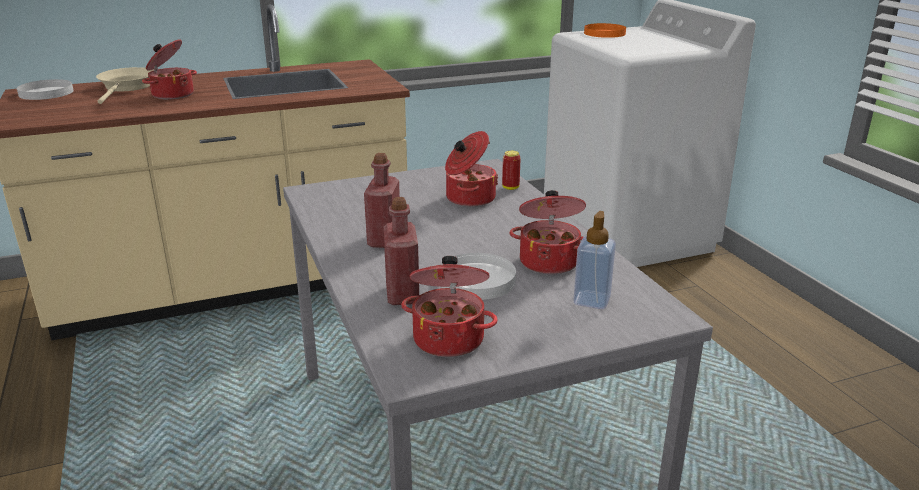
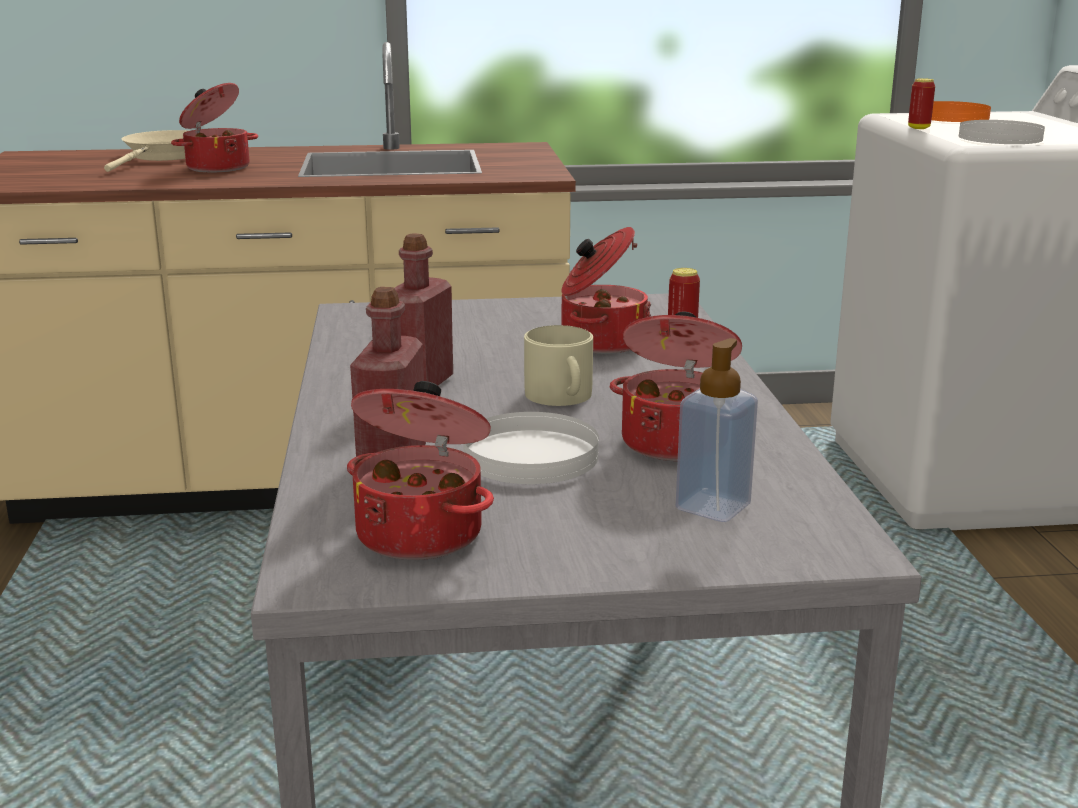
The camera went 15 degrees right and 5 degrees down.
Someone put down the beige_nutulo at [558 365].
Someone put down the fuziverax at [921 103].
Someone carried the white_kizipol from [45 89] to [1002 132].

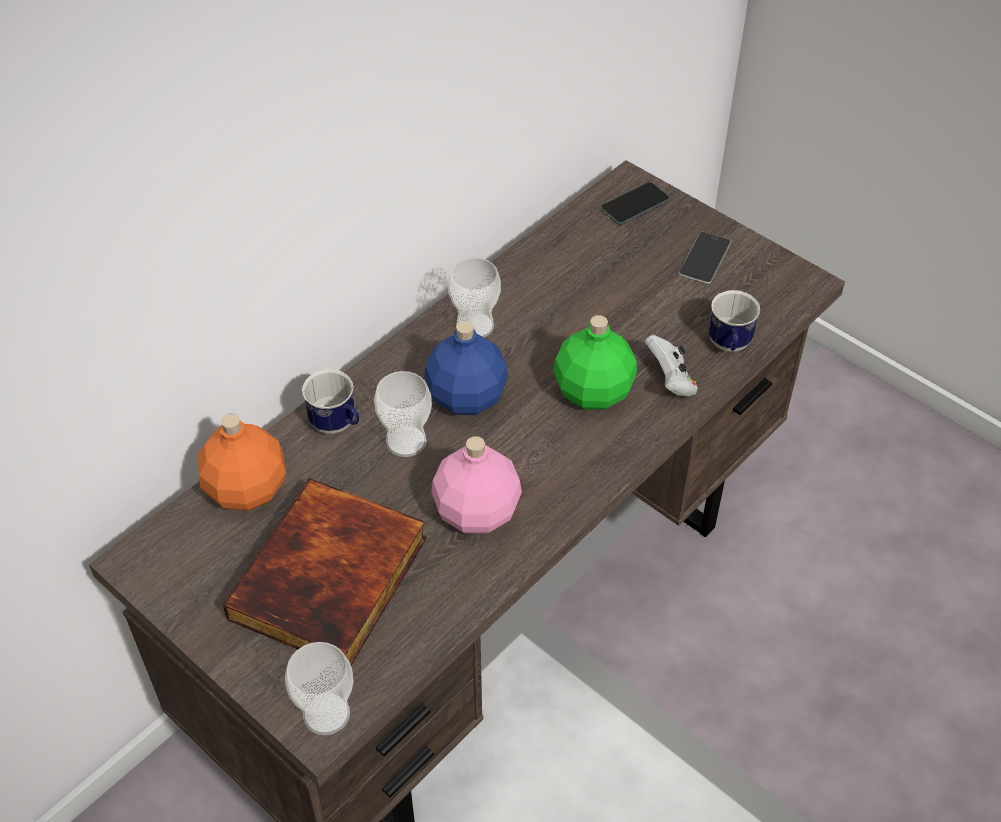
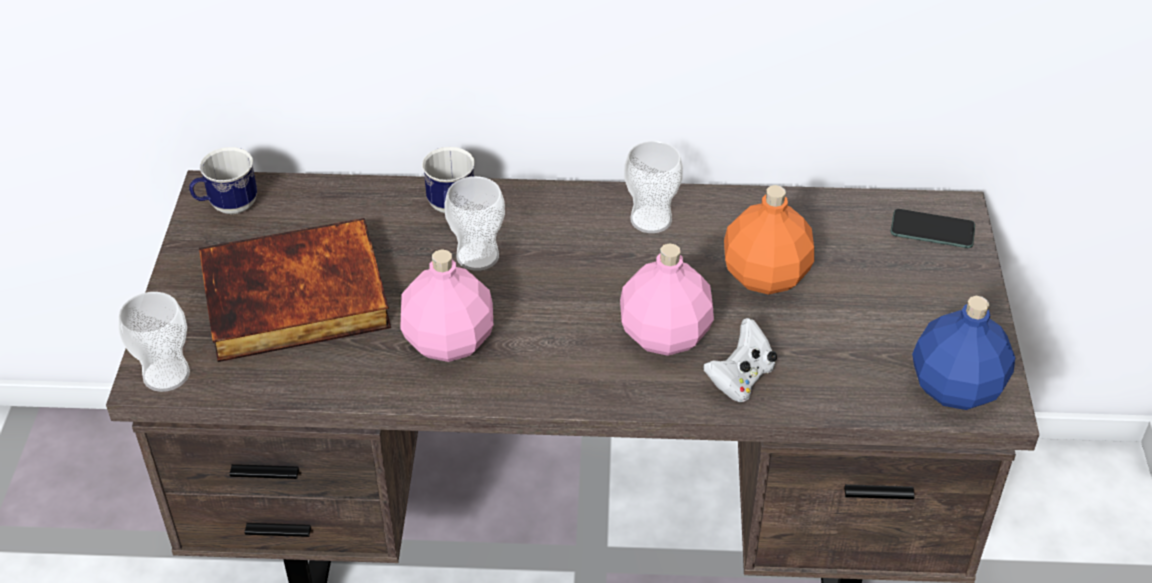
The camera went 50 degrees right and 5 degrees down.
Someone carried the nutulo from [734 321] to [223 180].
Someone repainted the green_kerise at [595 362], which became the pink_kerise at [667 299].
Someone carried the orange_kerise from [241 462] to [769 240].
Someone carried the blue_kerise from [466 368] to [963 353].
Someone took away the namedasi at [705 258].

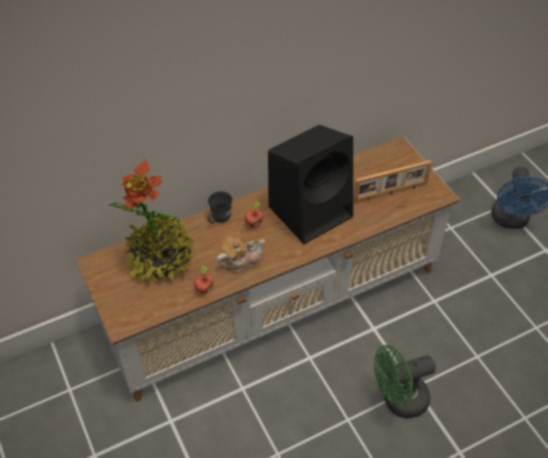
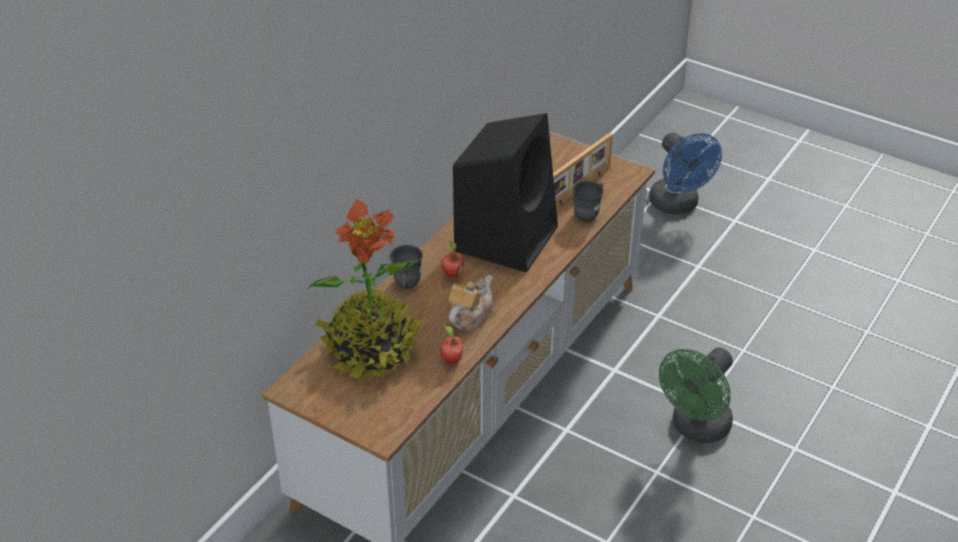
The camera went 30 degrees left and 10 degrees down.
Someone put down the grey_nutulo at [588 201].

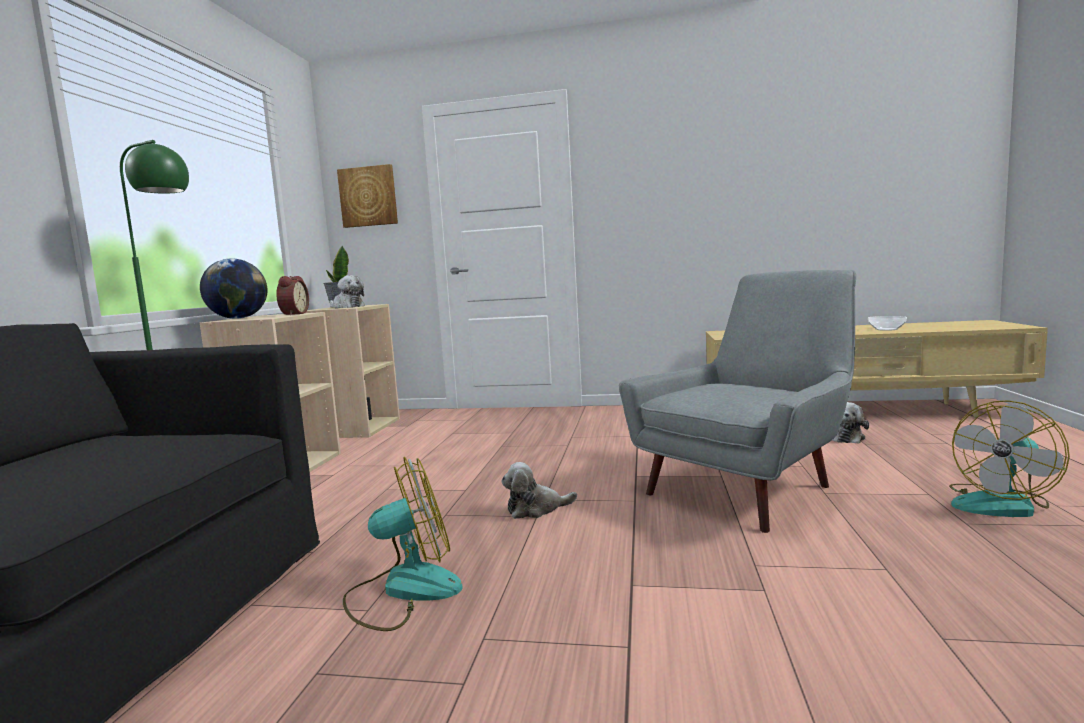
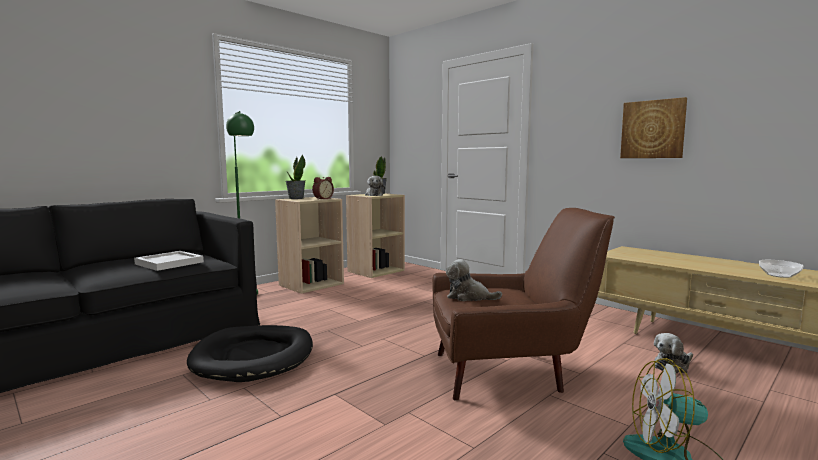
The camera went 35 degrees right and 0 degrees up.
Someone put down the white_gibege at [169 261].
Someone swapped the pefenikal at [403 544] for the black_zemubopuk at [250 353].
Someone swapped the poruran at [233 289] for the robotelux at [296 177].
Someone repainted the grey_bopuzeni at [737 401], which became the brown_bopuzeni at [523 304].
Someone carried the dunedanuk from [539 490] to [474 280].
Someone carried the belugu from [367 196] to [653 127].

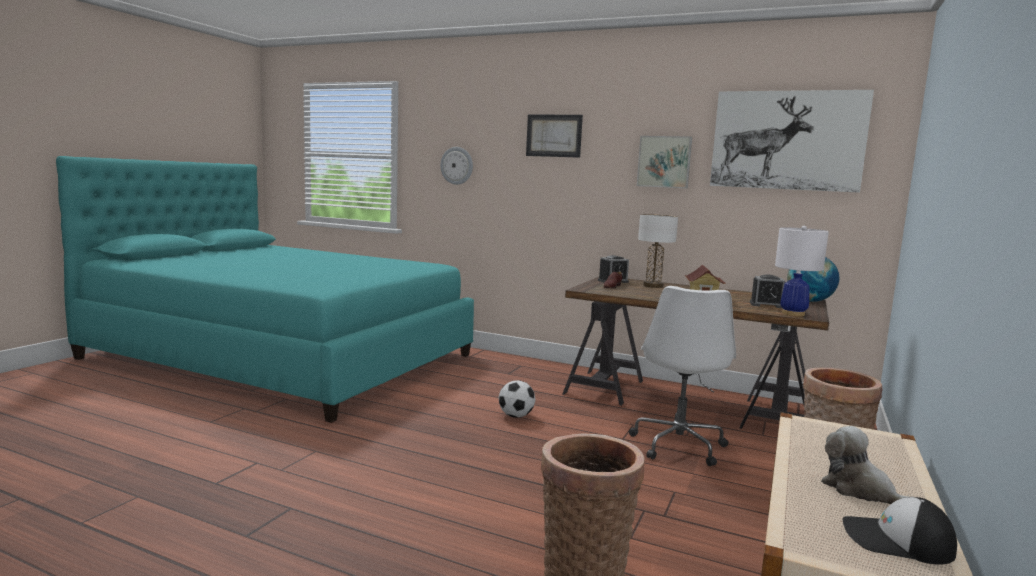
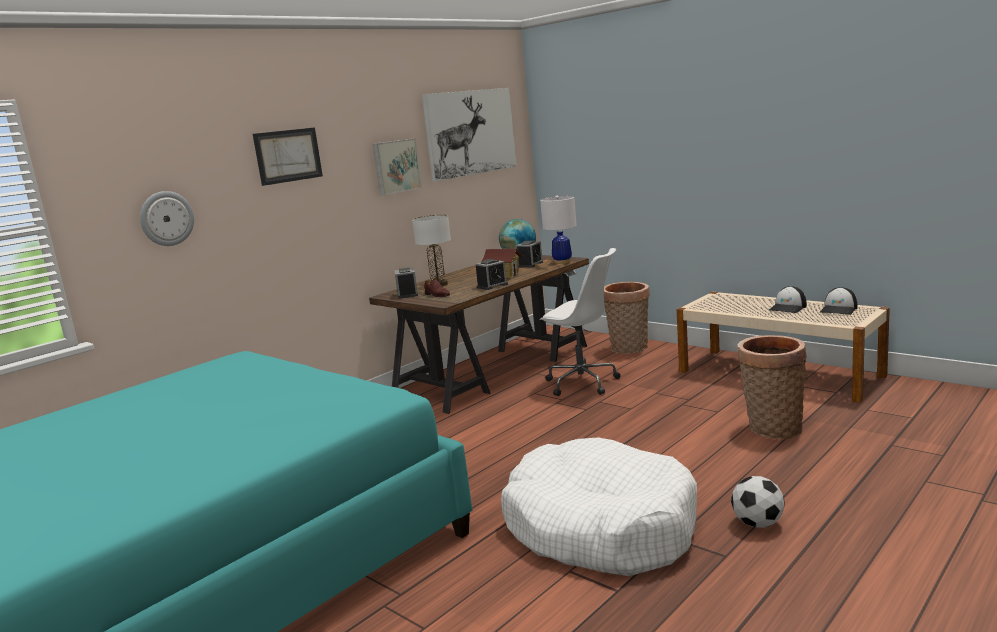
The camera went 70 degrees left and 5 degrees up.
Someone put down the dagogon at [492 274].
Someone put down the white_zemubopuk at [599 506].
Someone carried the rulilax from [517 399] to [758 502].
Someone swapped the dunedanuk at [866 465] for the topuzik at [788 299].

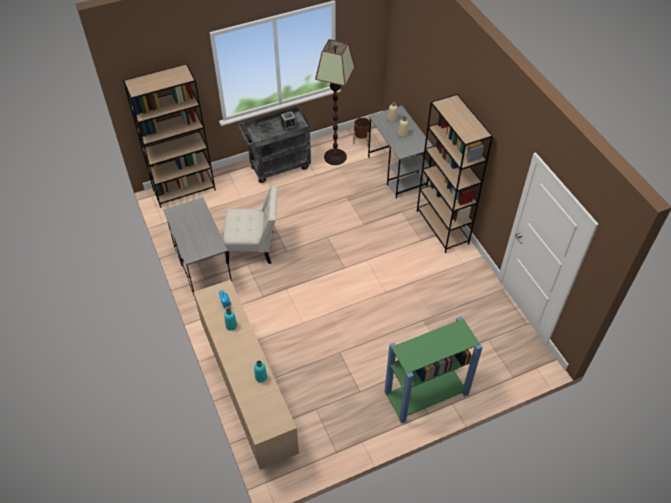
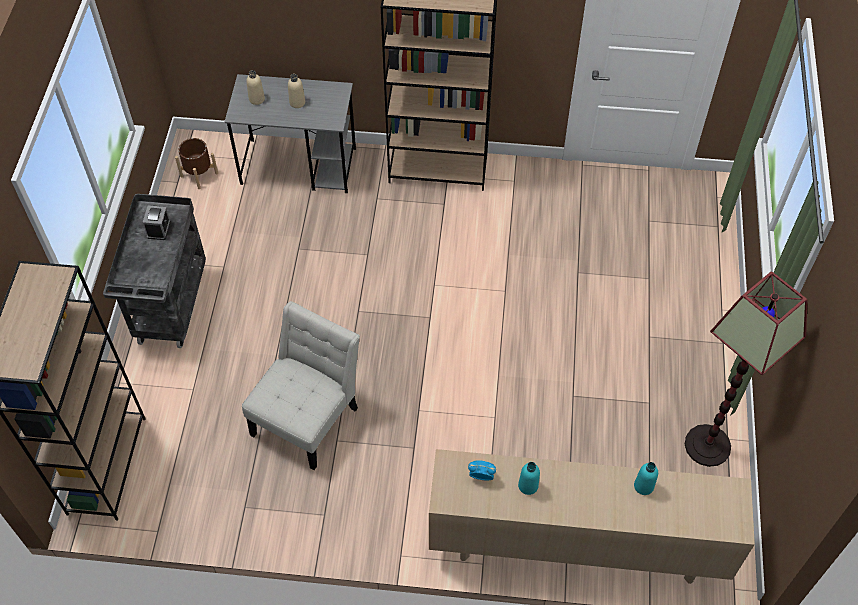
The camera went 60 degrees left and 5 degrees up.
Someone carried the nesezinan from [335 102] to [746 369].
Someone took away the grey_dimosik at [197 249].
Someone took away the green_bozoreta at [433 369].

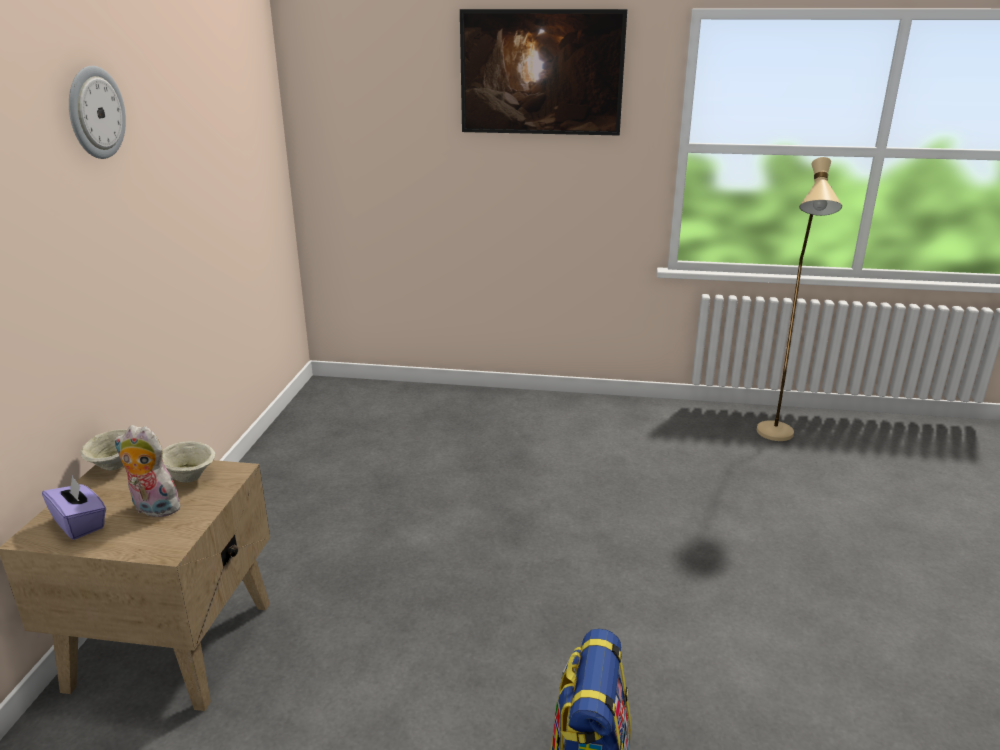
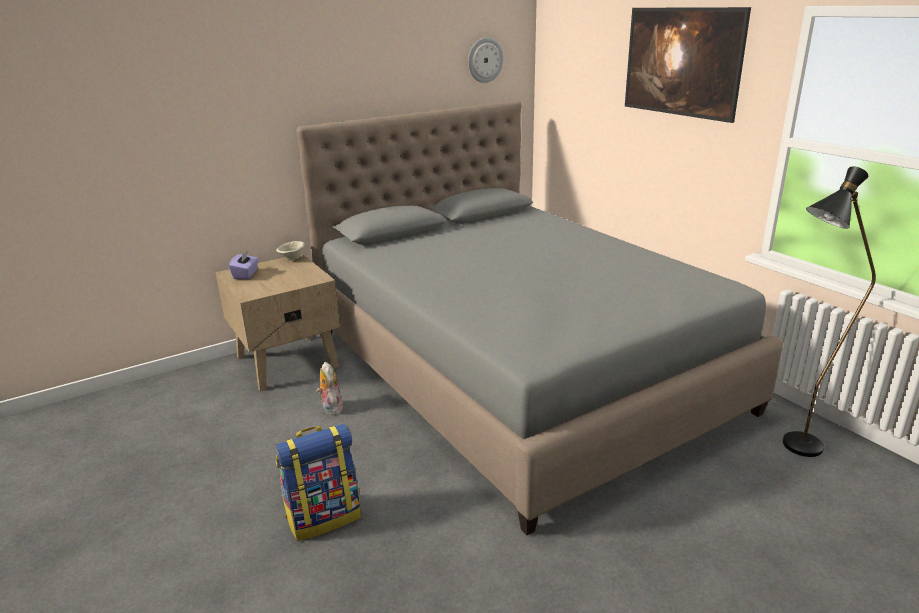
The camera went 50 degrees right and 0 degrees up.
Someone put down the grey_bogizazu at [539 317].
Someone carried the dunedanuk from [148 471] to [330 388].
Someone carried the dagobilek from [97 112] to [486 60].
Someone repainted the beige_nesezinan at [799 299], which became the black_nesezinan at [829 311].
Someone took away the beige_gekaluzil at [188 462].

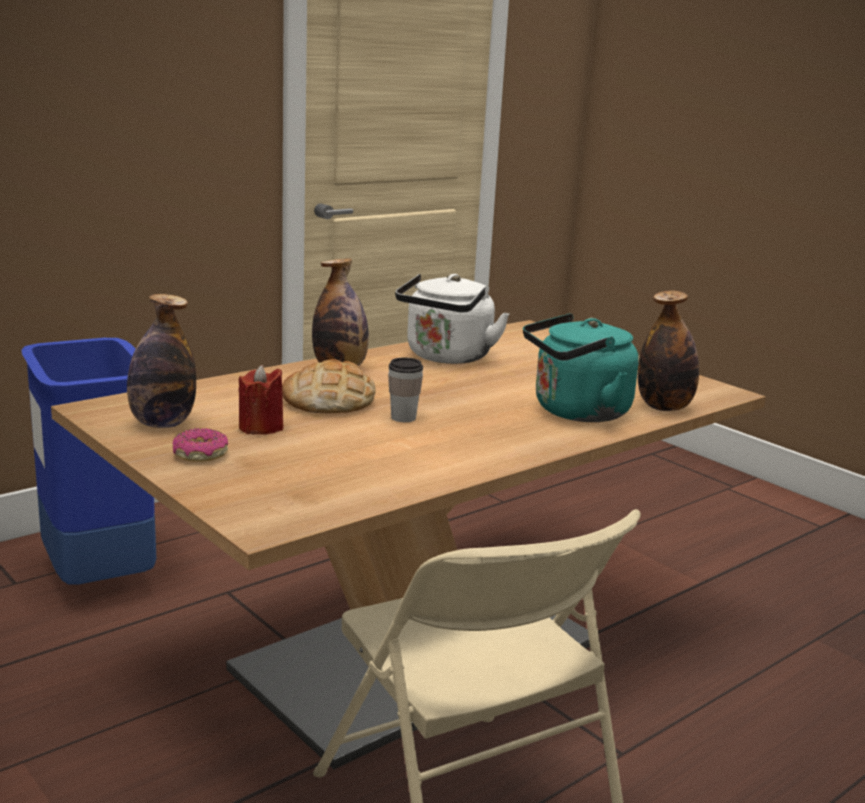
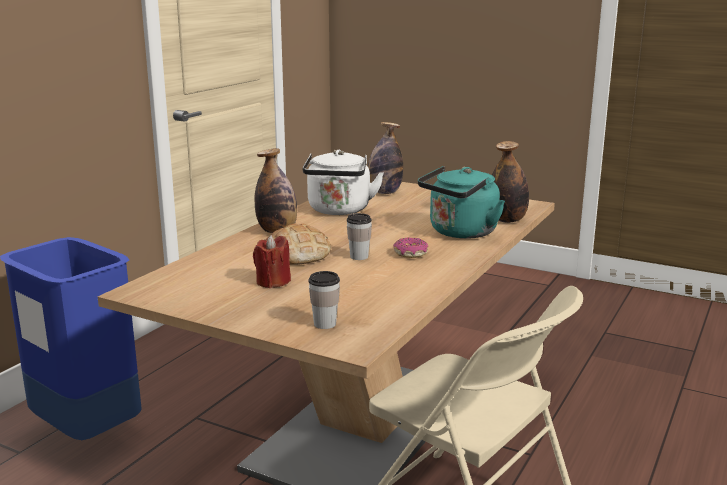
The camera went 20 degrees left and 0 degrees up.
Someone put down the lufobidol at [324 300].
Someone carried the kerise from [161 361] to [385 158].
Someone carried the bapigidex from [200 445] to [410 247].

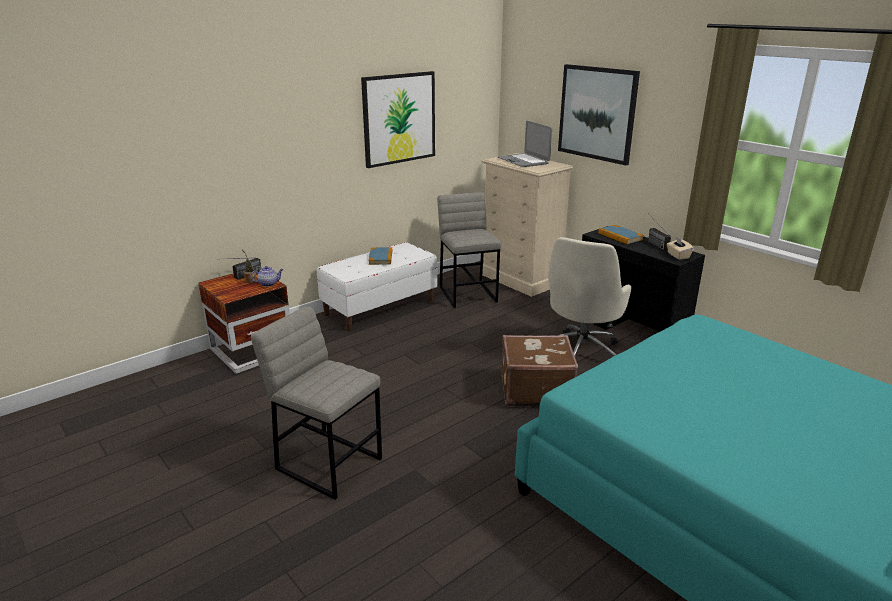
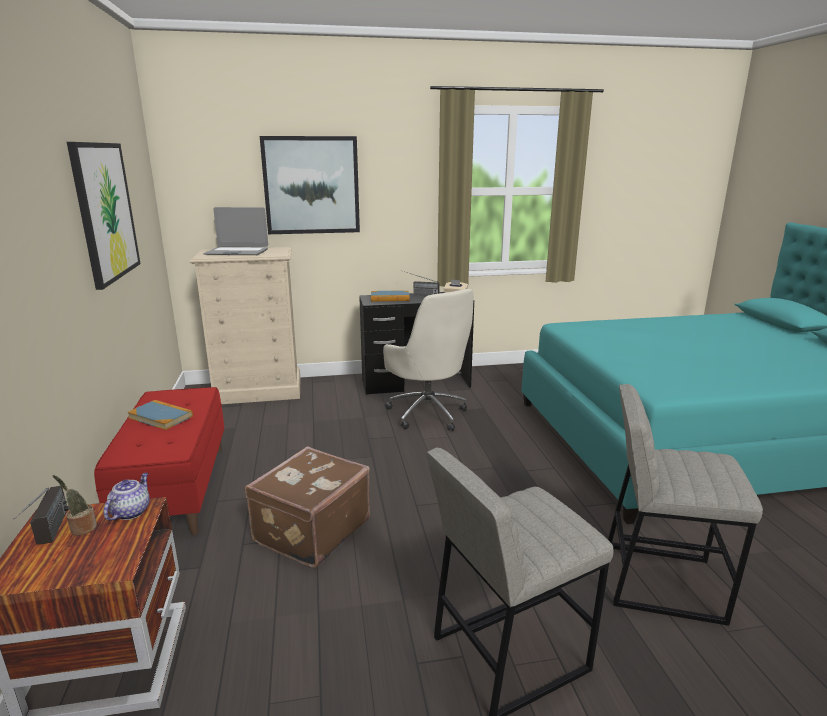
The camera went 60 degrees left and 5 degrees down.
Someone repainted the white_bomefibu at [377 286], which became the red_bomefibu at [159 461].
Someone carried the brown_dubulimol from [540 370] to [307 507].
Someone carried the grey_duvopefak from [469 250] to [685 505].

